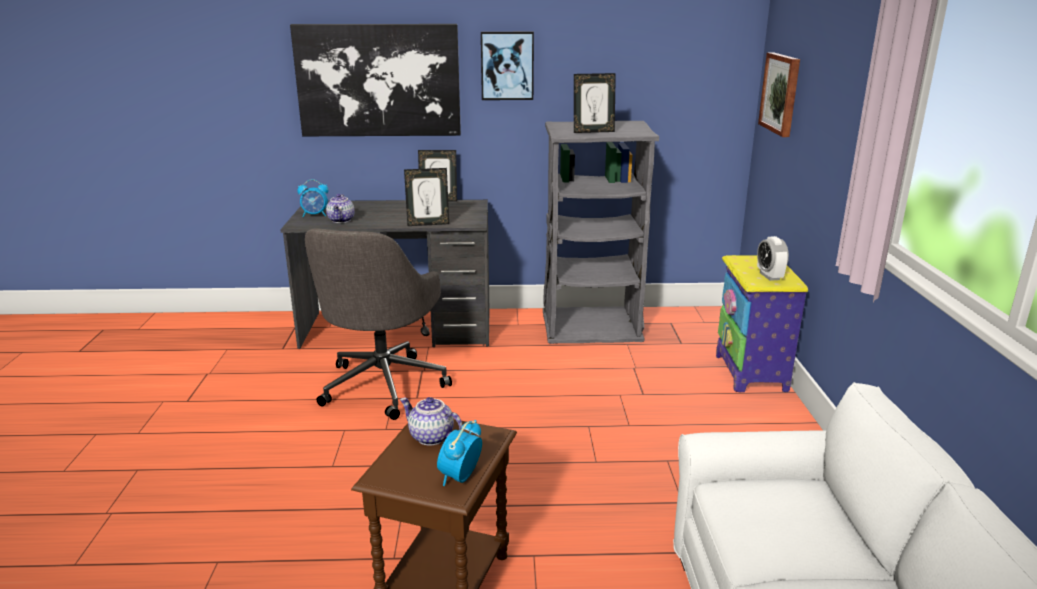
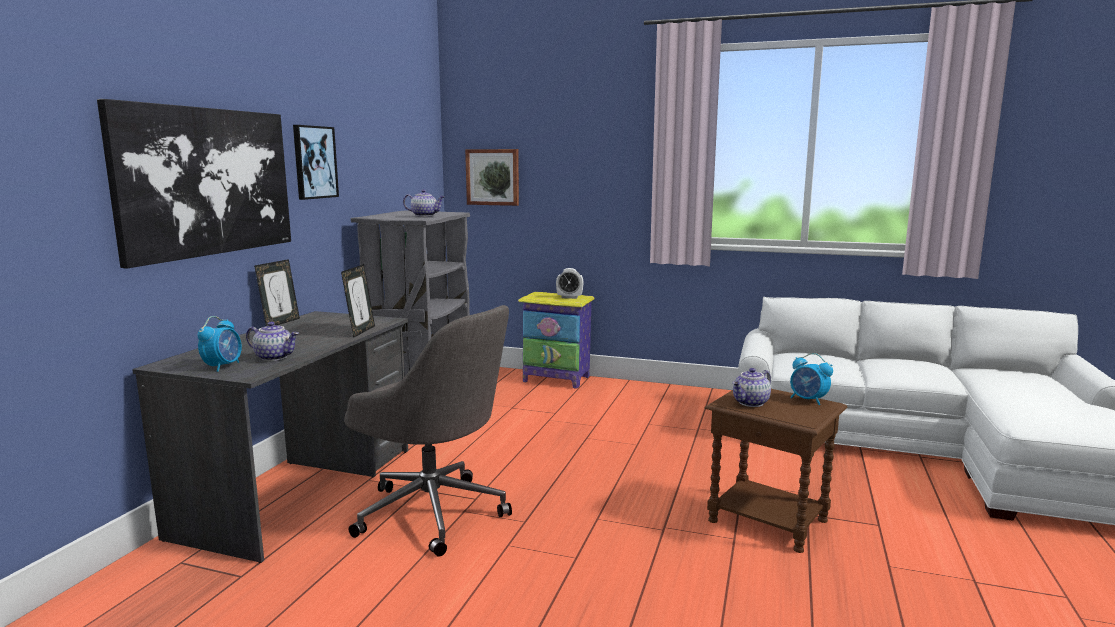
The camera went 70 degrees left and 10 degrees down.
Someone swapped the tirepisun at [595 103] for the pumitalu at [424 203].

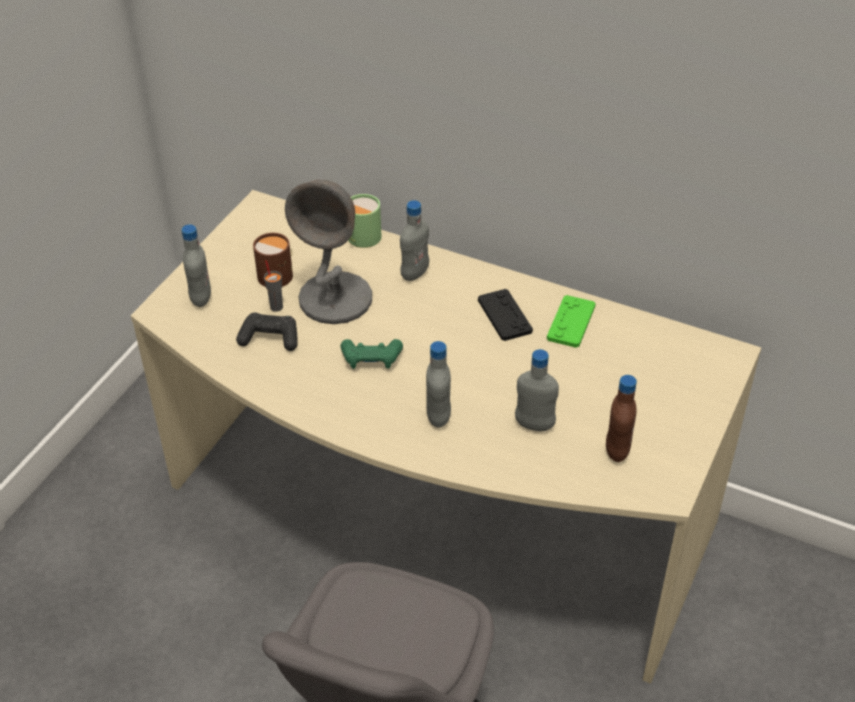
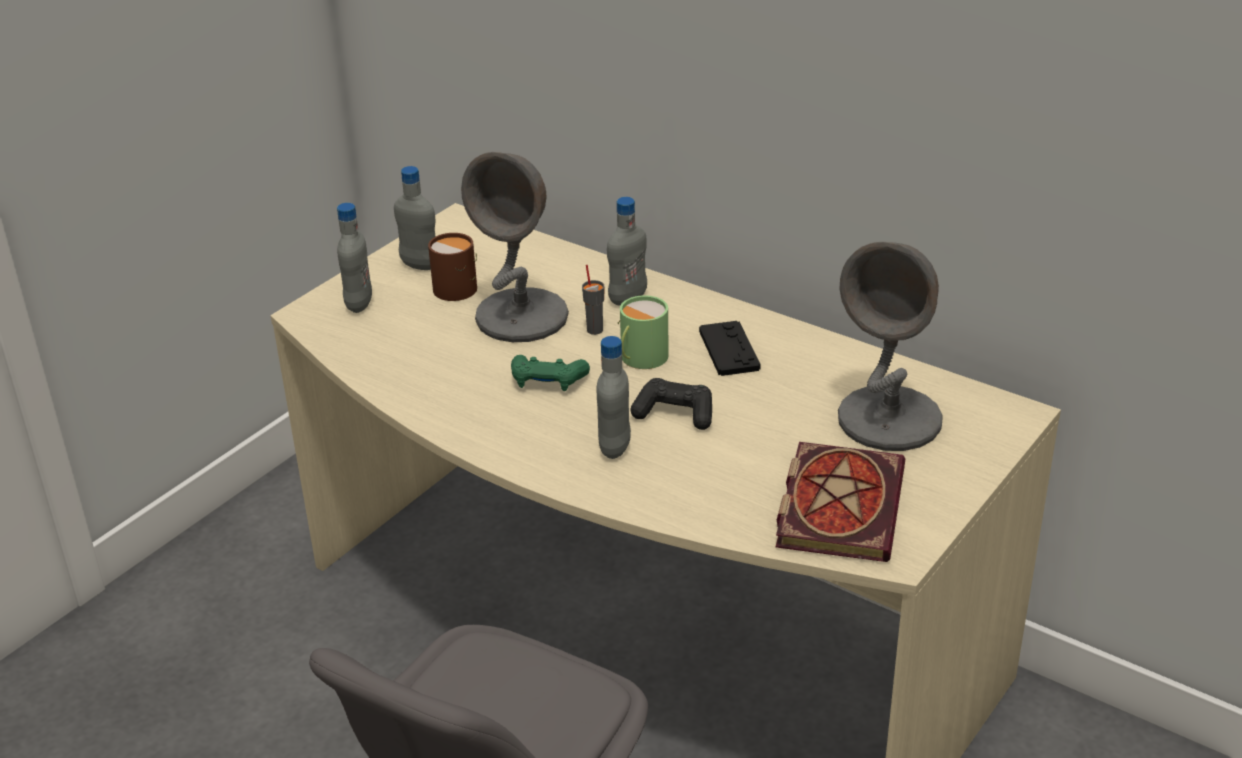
The camera went 10 degrees right and 10 degrees down.
Someone carried the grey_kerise from [537 390] to [415 218].
Someone carried the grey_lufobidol from [273 286] to [593 300].
Someone carried the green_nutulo from [365 221] to [643 332].
Someone carried the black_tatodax from [266 332] to [671 404].
Someone swapped the brown_kerise at [621 418] for the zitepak at [840 502].
Someone put down the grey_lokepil at [890 346].
Someone took away the green_tatodax at [571 321].

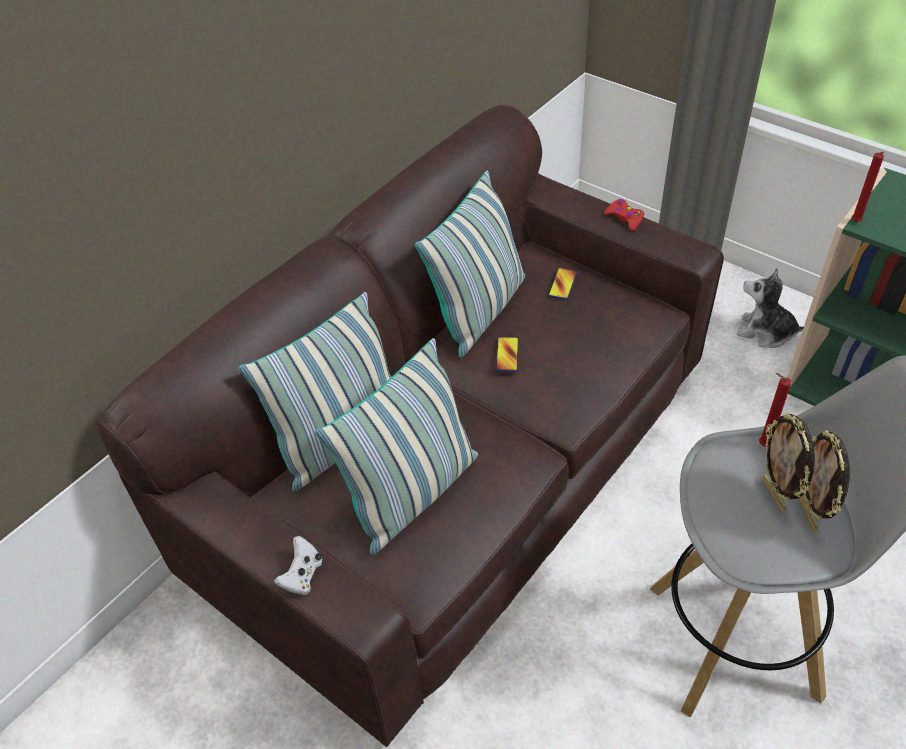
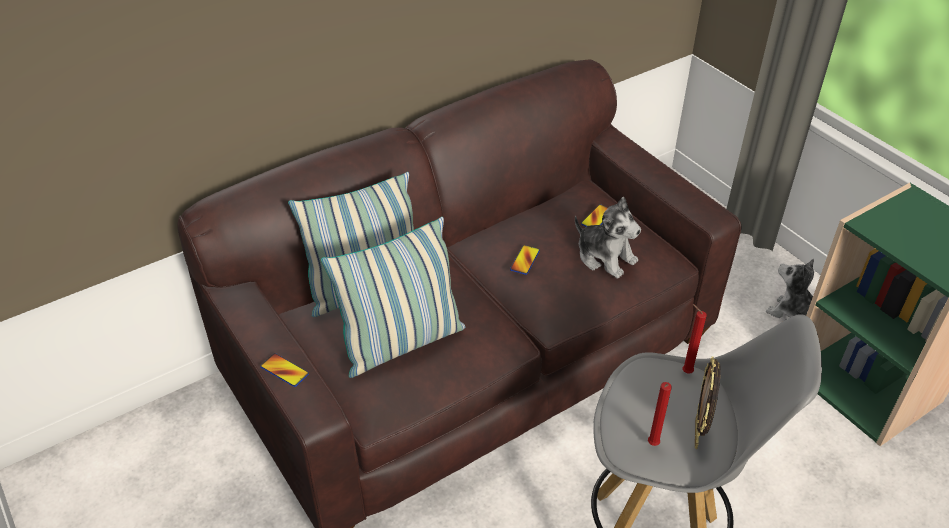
The camera went 15 degrees right and 5 degrees down.
Someone swapped the white_tatodax at [298 565] for the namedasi at [284 370].
Someone put down the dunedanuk at [608 238].
Someone carried the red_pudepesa from [868 187] to [660 414].
Someone took away the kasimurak at [470 264].
Someone took away the red_tatodax at [624 215].
Someone took away the tirepisun at [788 463].

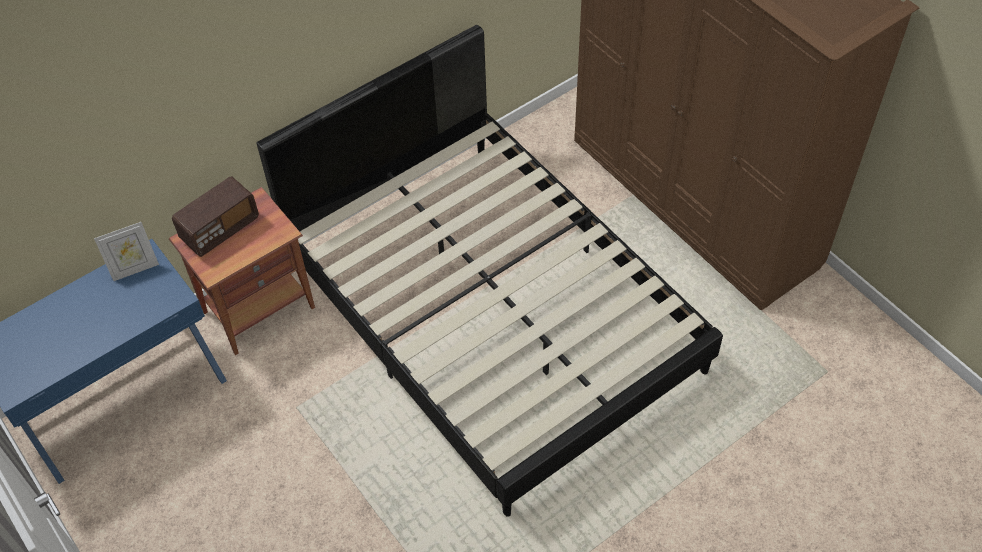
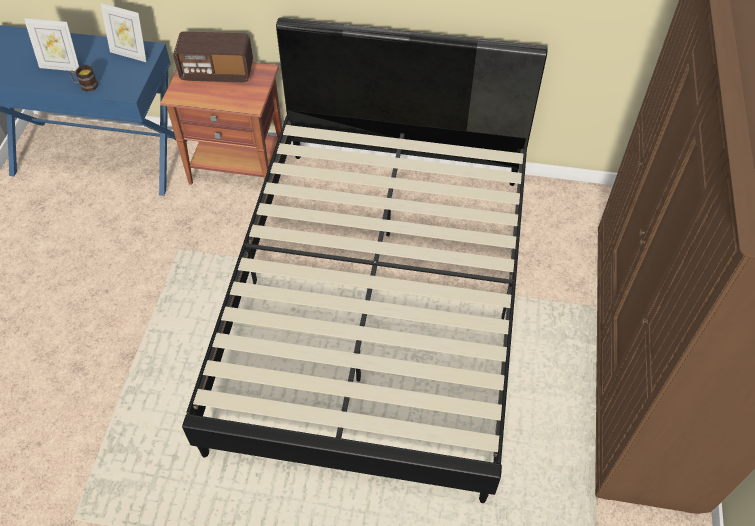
The camera went 45 degrees right and 0 degrees up.
Someone put down the tirepisun at [51 44].
Someone put down the nutulo at [83 78].

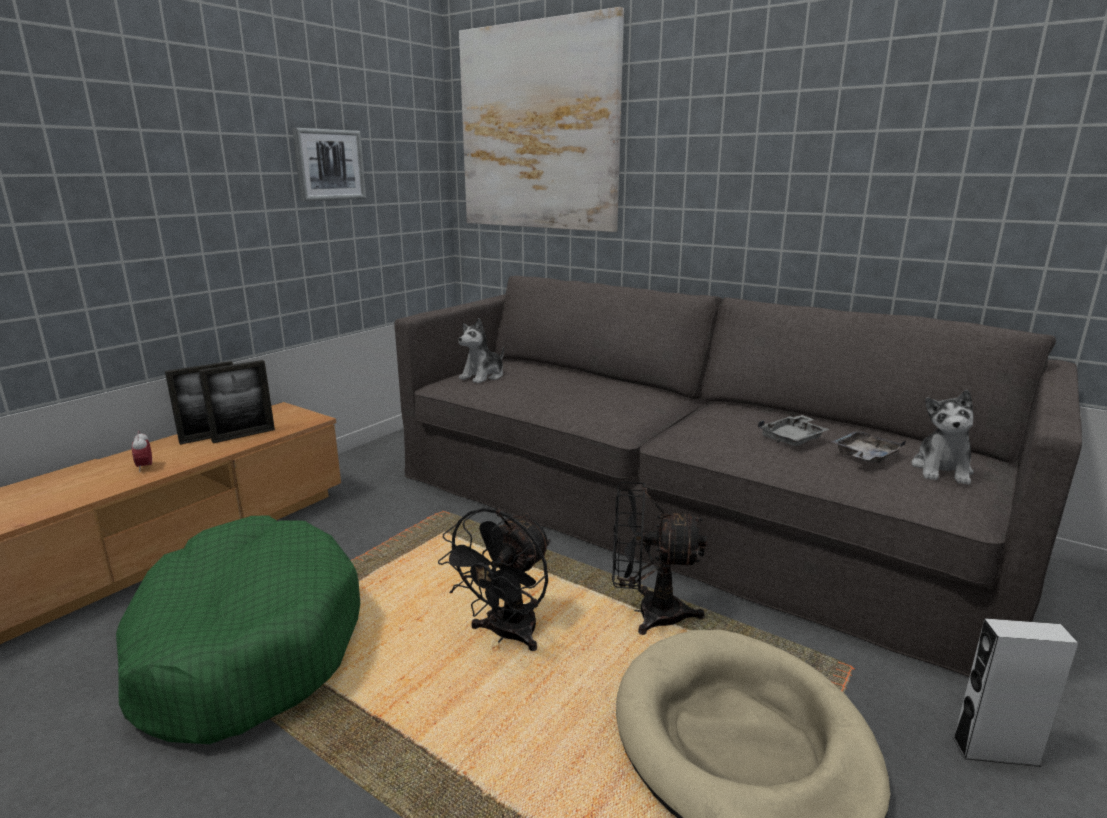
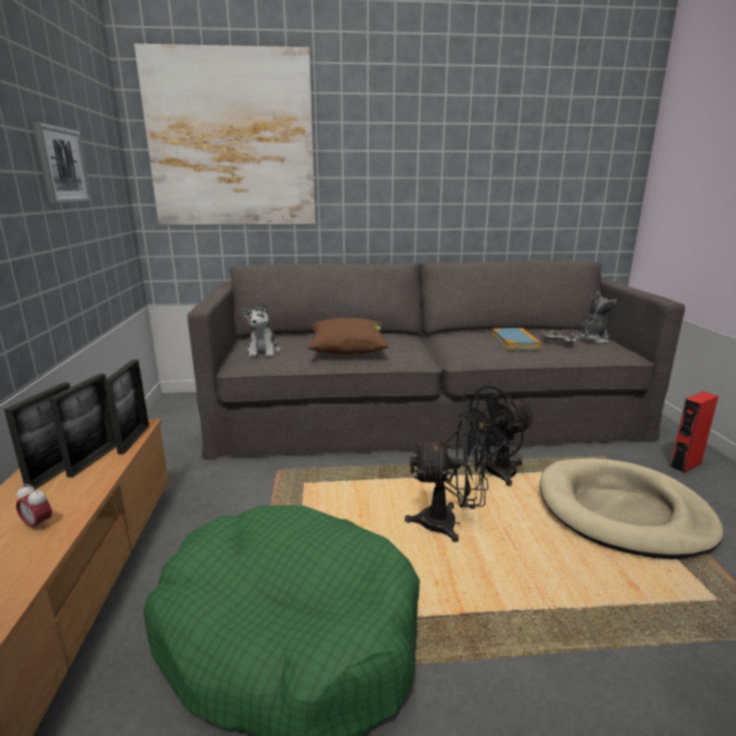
The camera went 40 degrees left and 0 degrees up.
Someone put down the tirepisun at [126 406].
Someone put down the brown_kasimurak at [348 336].
Someone rotated the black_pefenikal at [494 579] by 75 degrees counterclockwise.
Someone swapped the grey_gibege at [794 430] for the zitepak at [517 339].
Someone rotated the dunedanuk at [943 437] by 120 degrees counterclockwise.
Someone repainted the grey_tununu at [1015 692], which became the red_tununu at [694 432].

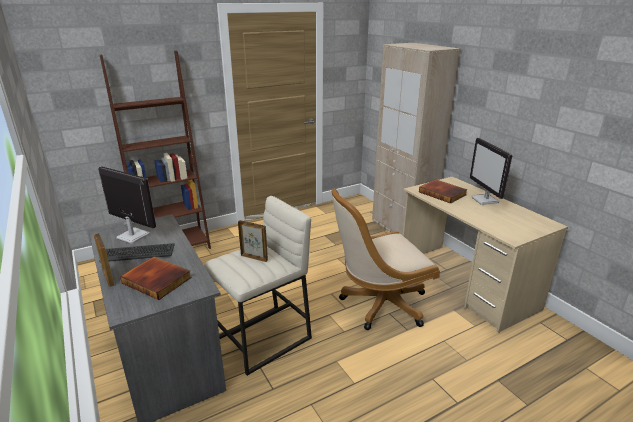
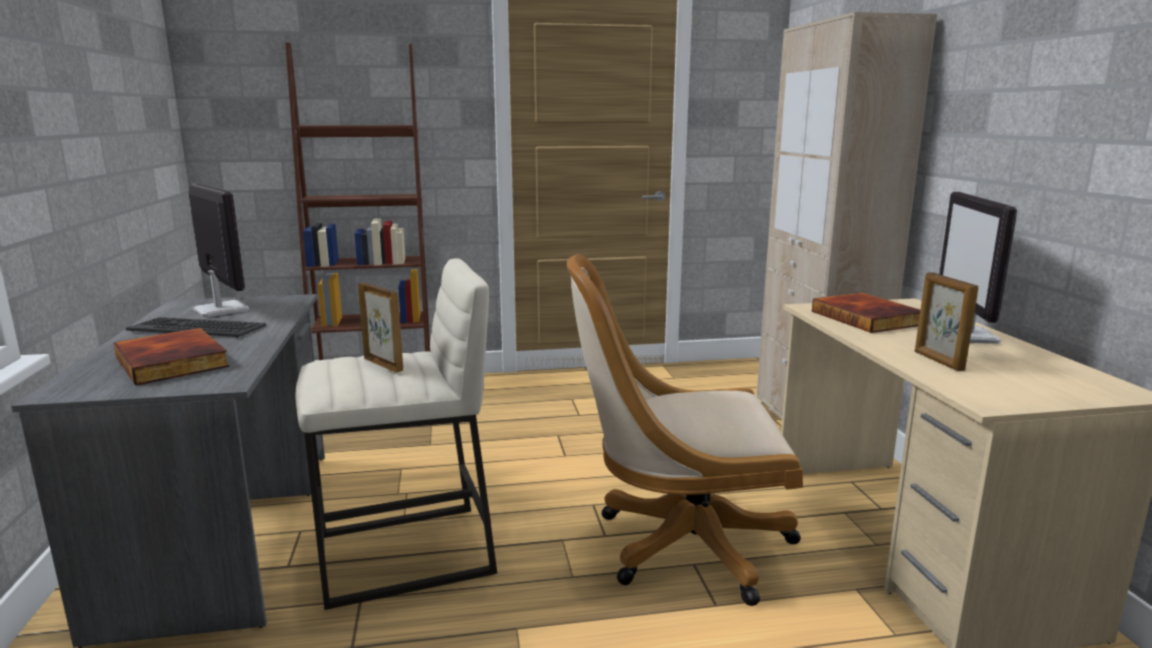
The camera went 20 degrees right and 10 degrees down.
Someone carried the tirepisun from [104 260] to [946 321].

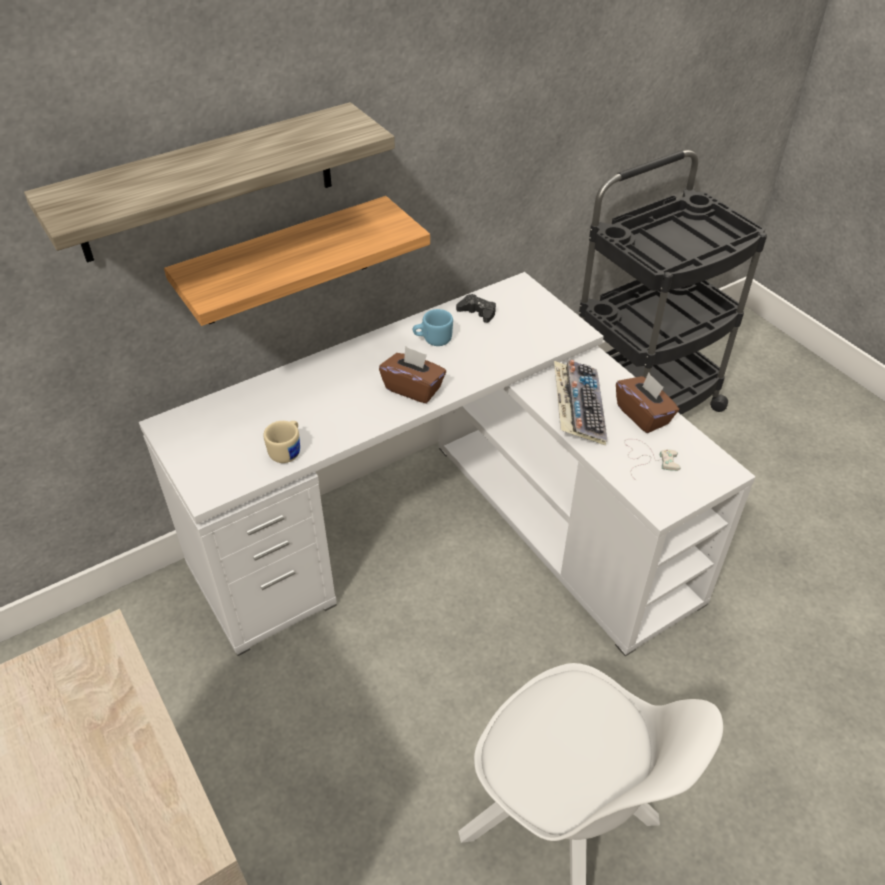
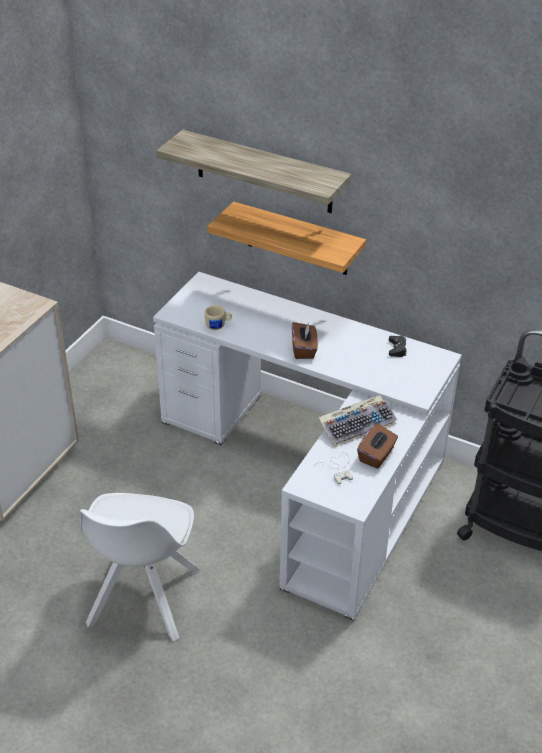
The camera went 60 degrees right and 5 degrees down.
Someone took away the blue_nutulo at [433 327].

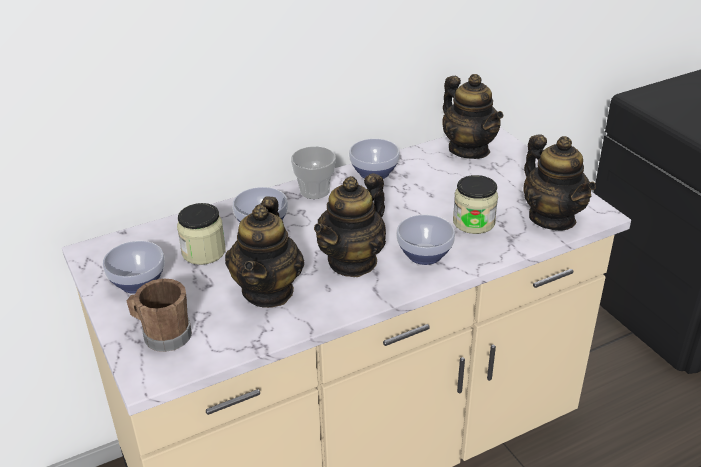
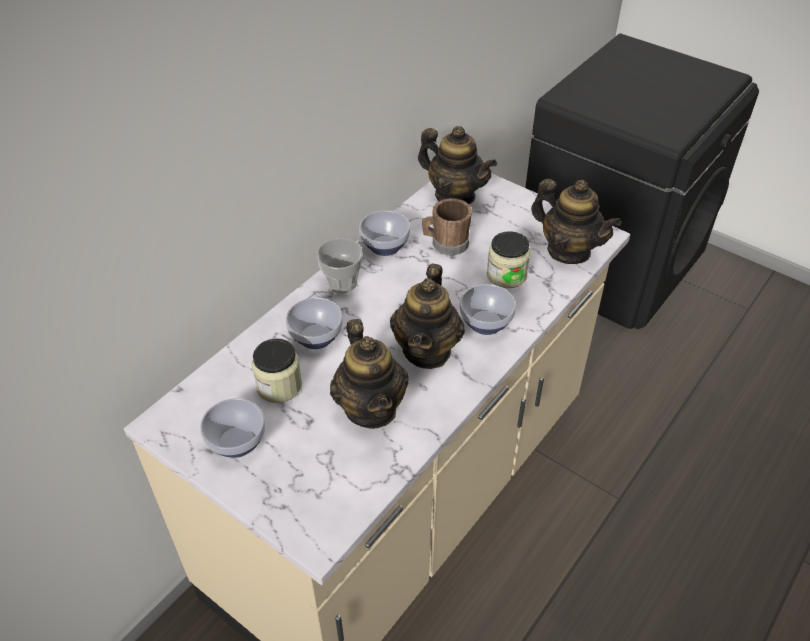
The camera went 25 degrees left and 10 degrees up.
Someone carried the brown_nutulo from [159 315] to [447 226].

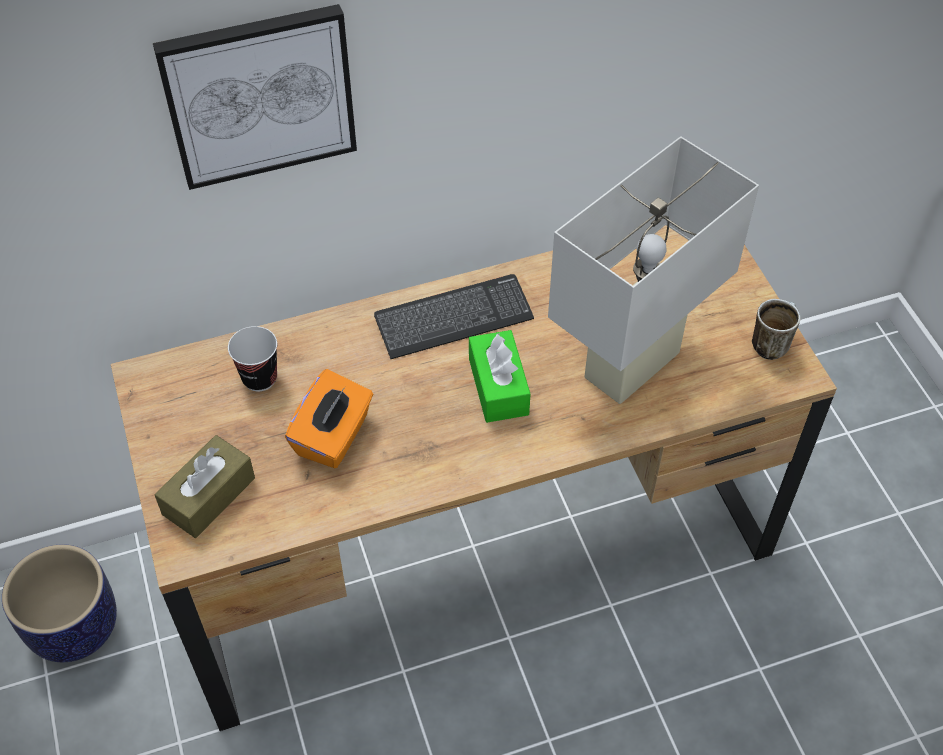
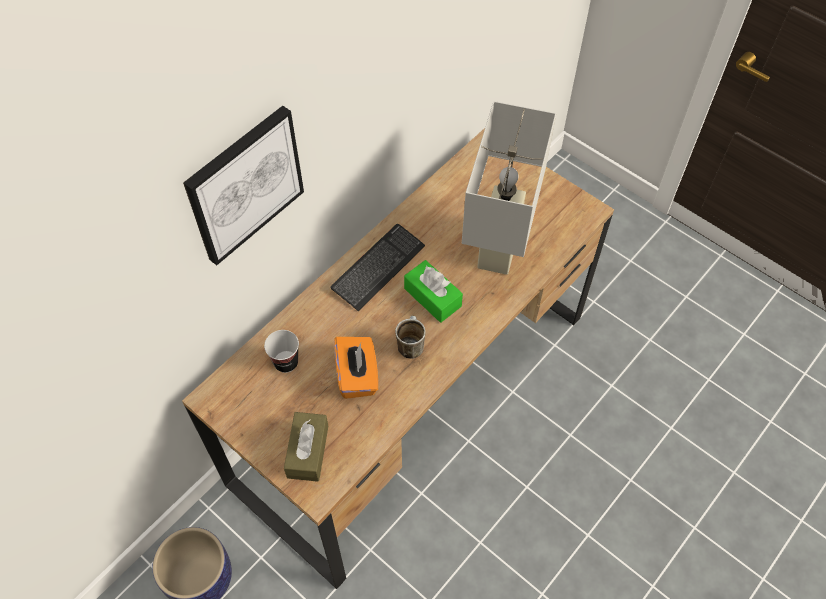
The camera went 30 degrees left and 5 degrees up.
Someone carried the nutulo from [776 329] to [410 337].

